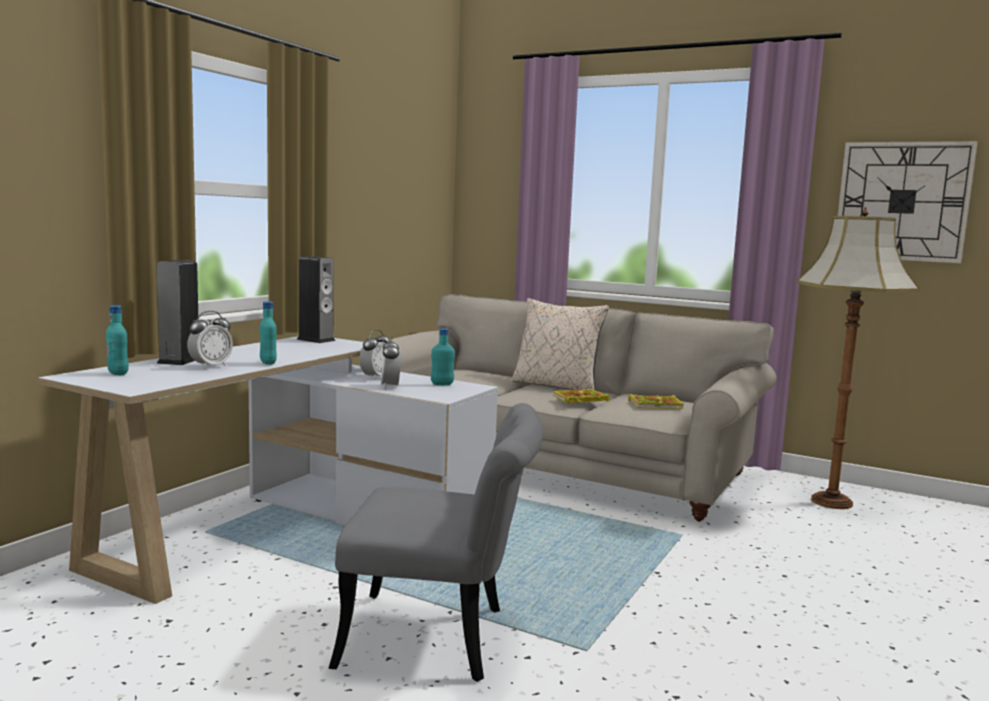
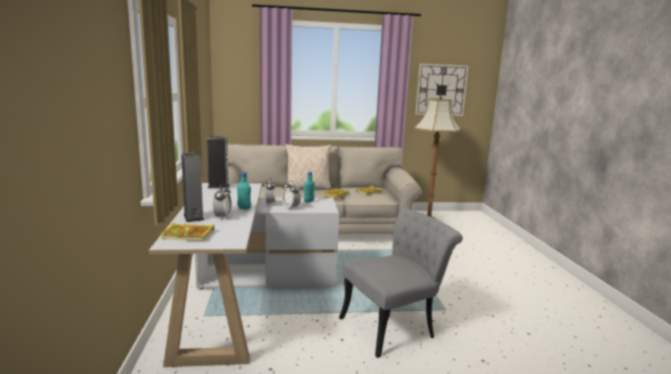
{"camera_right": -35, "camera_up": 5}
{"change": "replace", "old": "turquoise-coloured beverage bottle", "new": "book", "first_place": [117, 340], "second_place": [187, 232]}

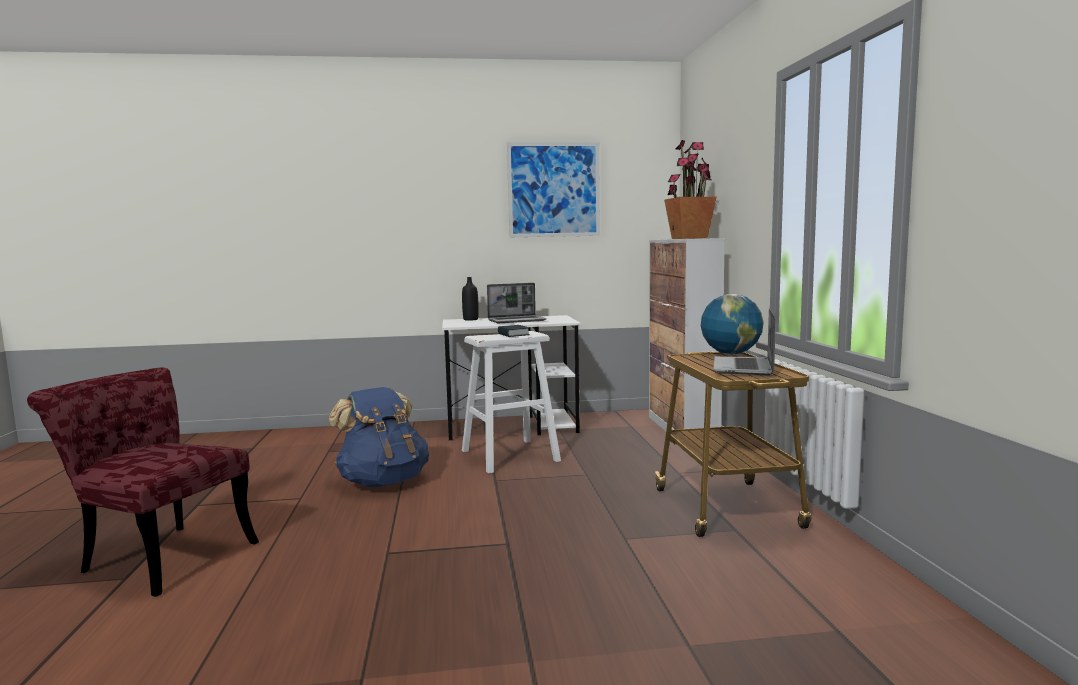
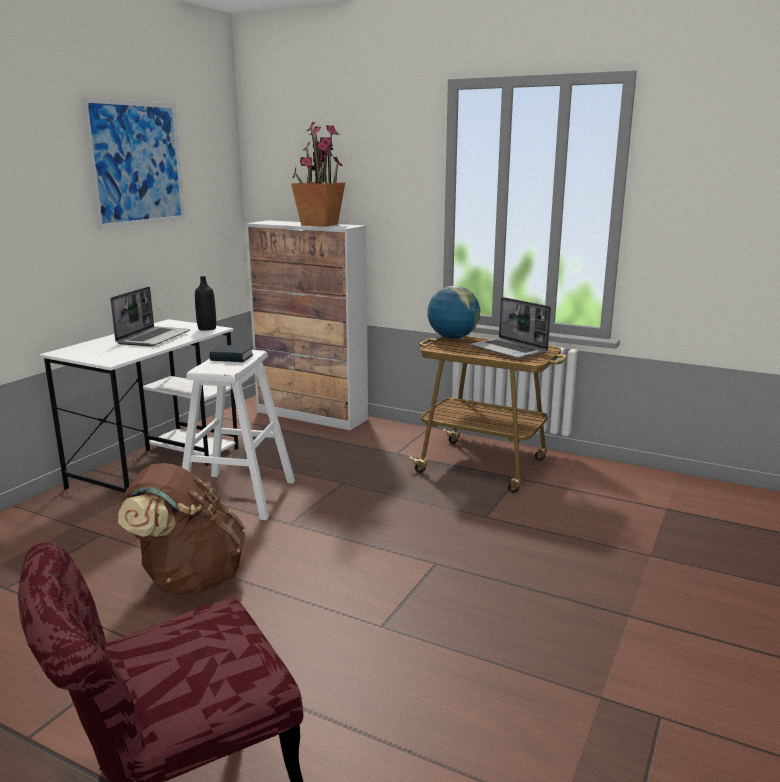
{"camera_right": -55, "camera_up": 10}
{"change": "move", "old": "blackish beverage bottle", "first_place": [470, 299], "second_place": [205, 303]}
{"change": "recolor", "old": "bluish knapsack", "new": "brown knapsack", "first_place": [378, 437], "second_place": [182, 529]}

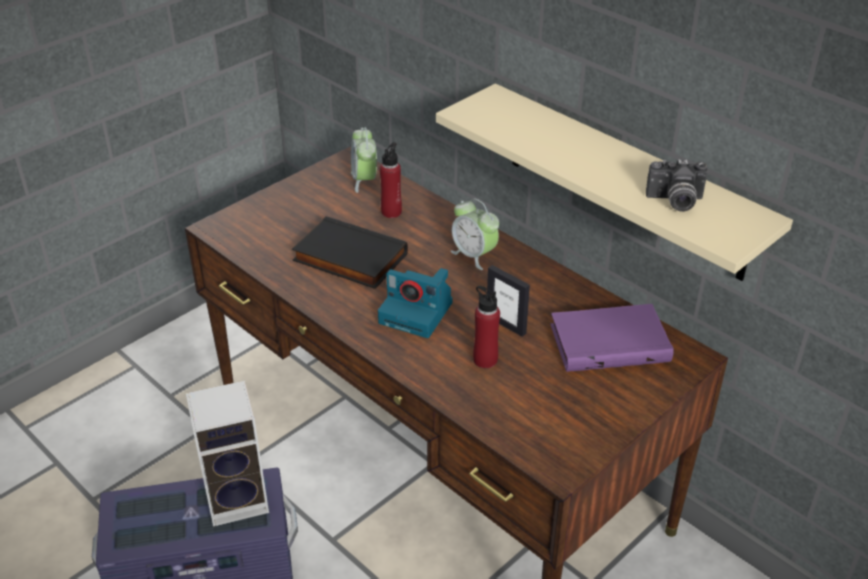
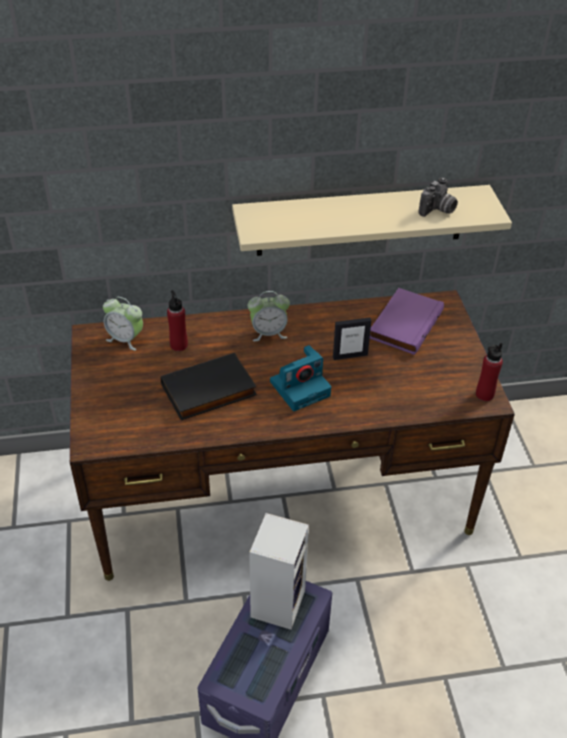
{"camera_right": -55, "camera_up": 5}
{"change": "move", "old": "red-coloured beverage bottle", "first_place": [486, 327], "second_place": [489, 372]}

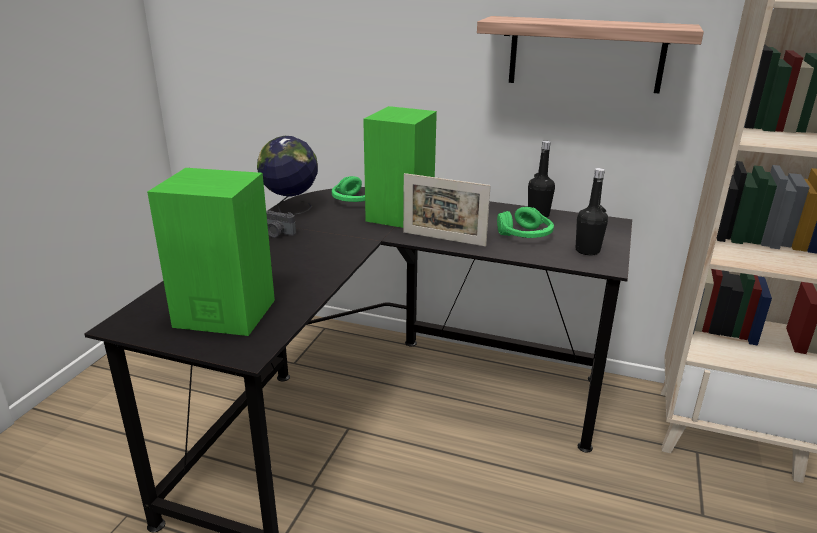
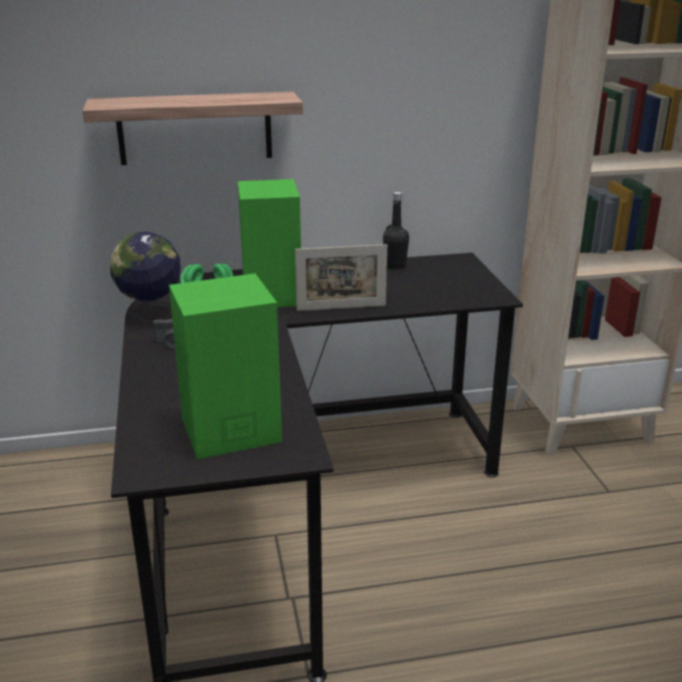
{"camera_right": -30, "camera_up": 0}
{"change": "delete", "old": "green-coloured headphones", "first_place": [525, 222]}
{"change": "delete", "old": "blackish beverage bottle", "first_place": [592, 211]}
{"change": "move", "old": "shelf", "first_place": [590, 54], "second_place": [193, 128]}

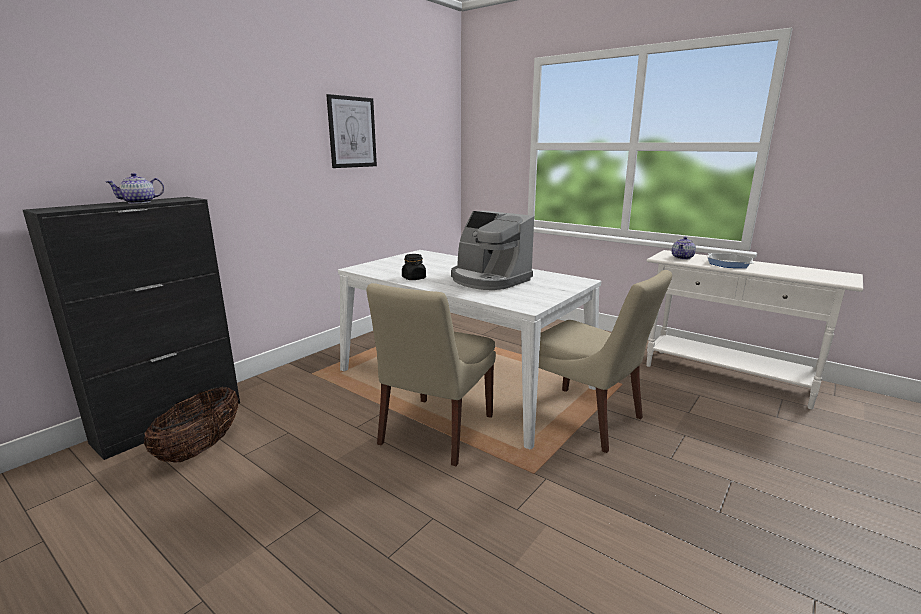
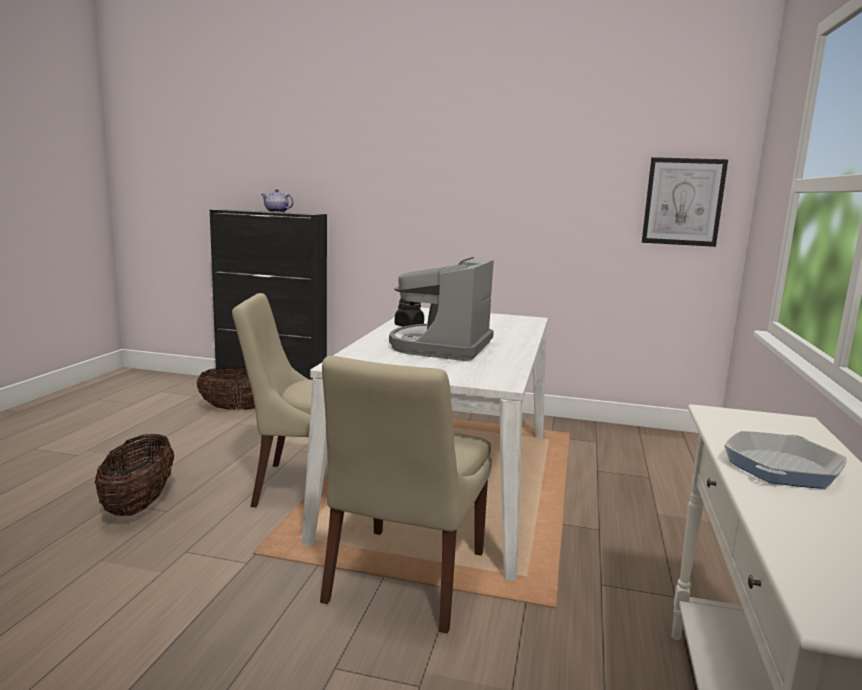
{"camera_right": 65, "camera_up": -5}
{"change": "delete", "old": "pot for tea", "first_place": [683, 248]}
{"change": "insert", "new": "storage basket", "second_place": [134, 475]}
{"change": "move", "old": "wall art", "first_place": [351, 131], "second_place": [685, 202]}

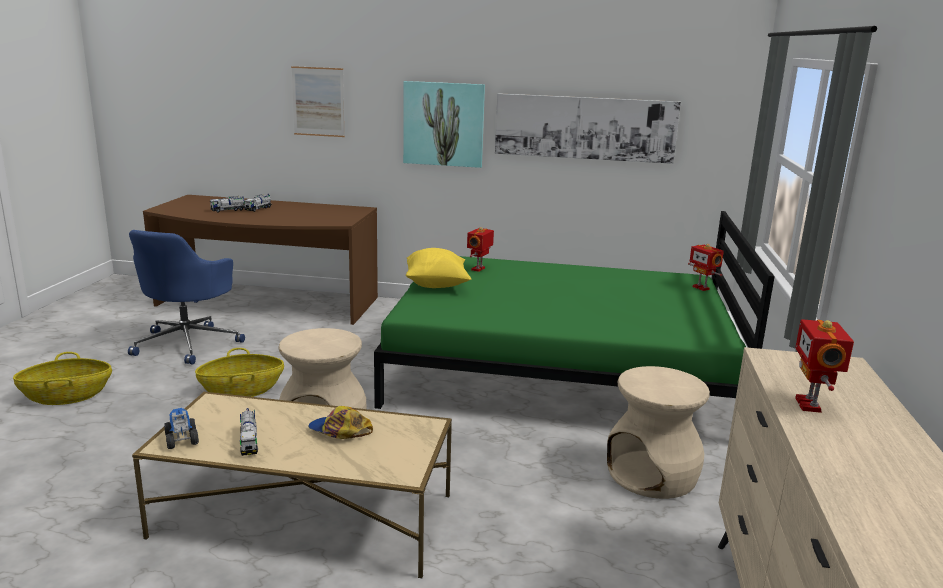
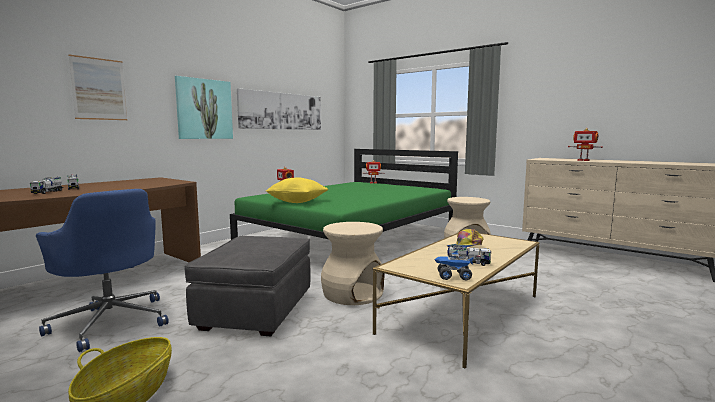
{"camera_right": -60, "camera_up": -10}
{"change": "replace", "old": "storage basket", "new": "greyish pouffe", "first_place": [239, 372], "second_place": [247, 286]}

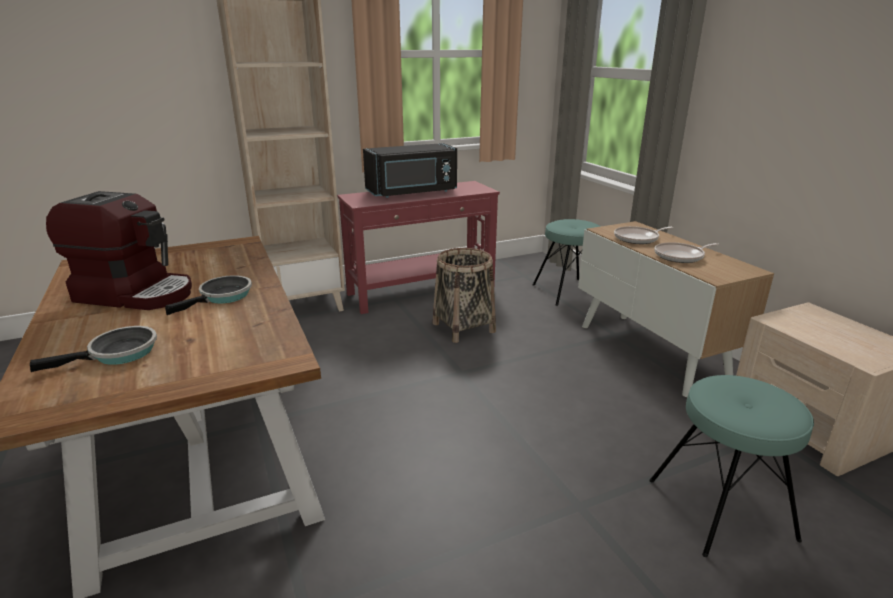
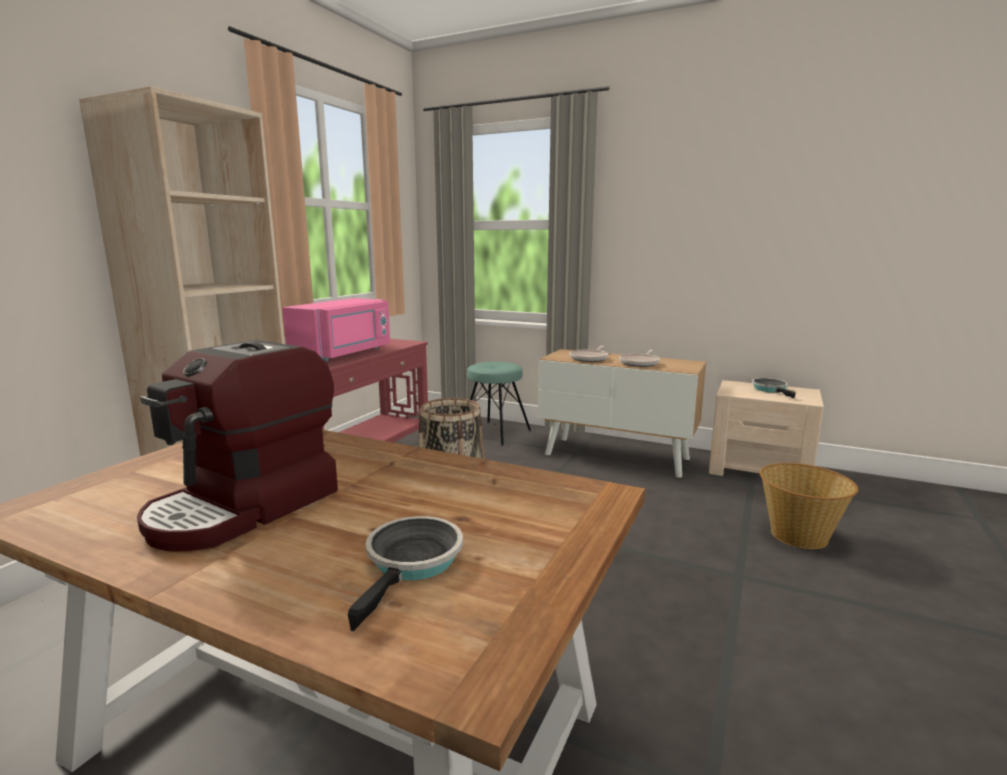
{"camera_right": -40, "camera_up": -10}
{"change": "move", "old": "skillet", "first_place": [208, 295], "second_place": [774, 388]}
{"change": "replace", "old": "turquoise-coloured stool", "new": "storage basket", "first_place": [731, 466], "second_place": [809, 506]}
{"change": "recolor", "old": "blackish microwave oven", "new": "pinkish microwave oven", "first_place": [410, 170], "second_place": [336, 329]}
{"change": "rotate", "old": "coffee machine", "first_place": [119, 250], "second_place": [237, 446], "degrees": 150}

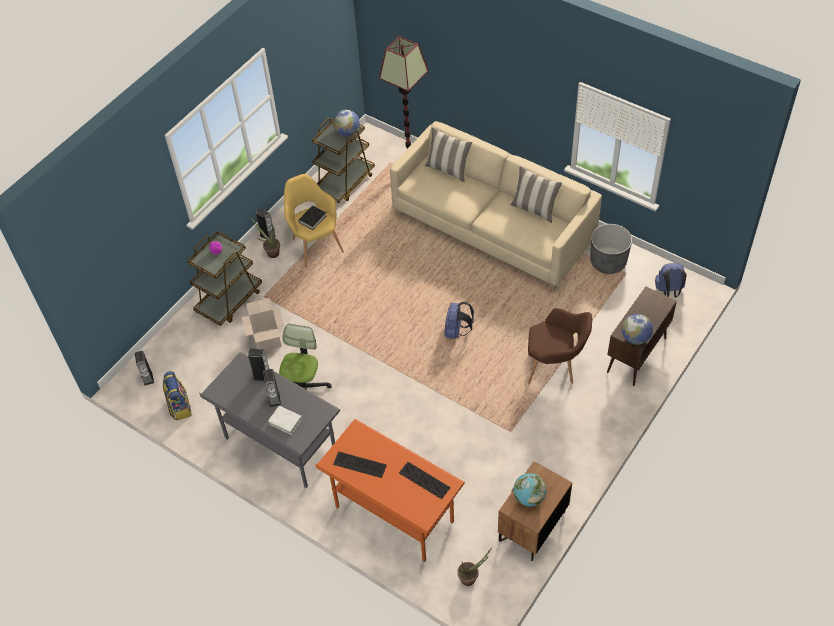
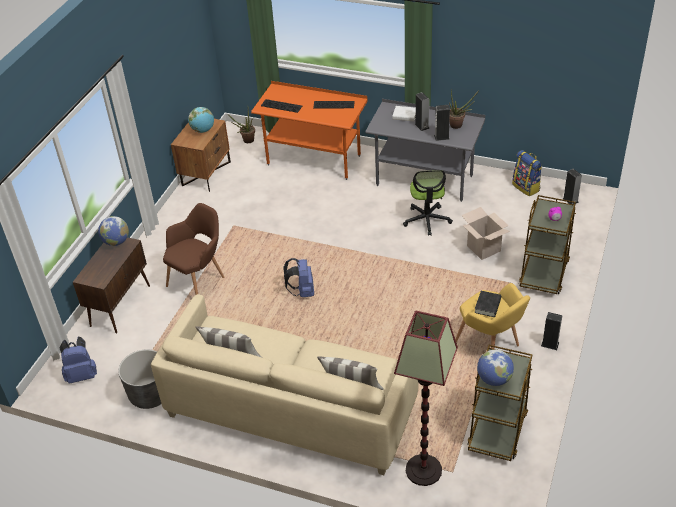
{"camera_right": 165, "camera_up": -10}
{"change": "move", "old": "plant in a pot", "first_place": [265, 237], "second_place": [464, 109]}
{"change": "rotate", "old": "brown armchair", "first_place": [560, 346], "second_place": [193, 249], "degrees": 135}

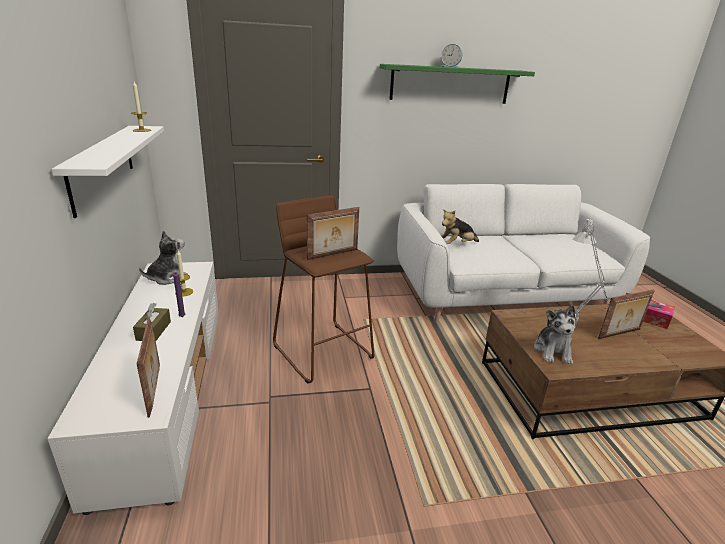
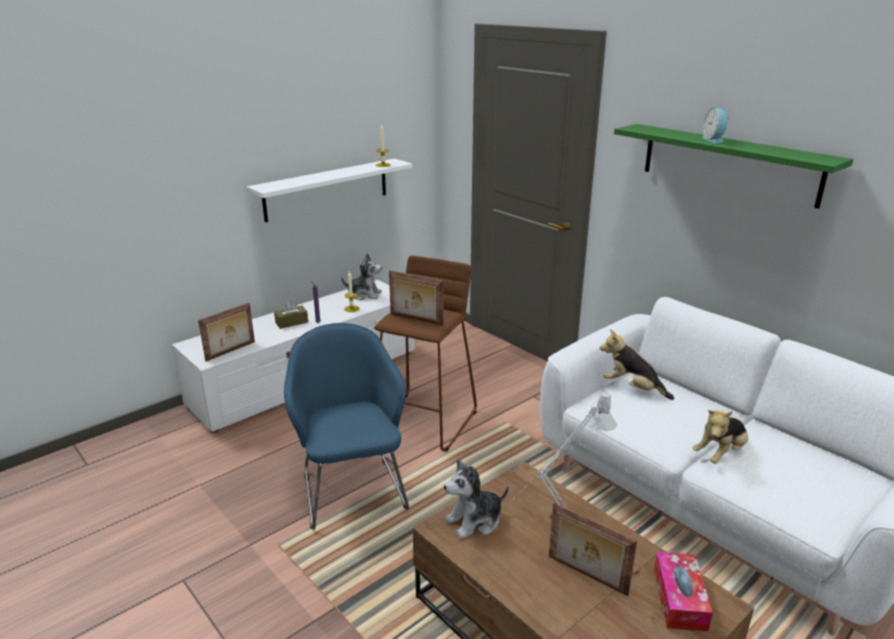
{"camera_right": 60, "camera_up": 0}
{"change": "insert", "new": "bluish armchair", "second_place": [346, 426]}
{"change": "insert", "new": "soft toy", "second_place": [720, 437]}

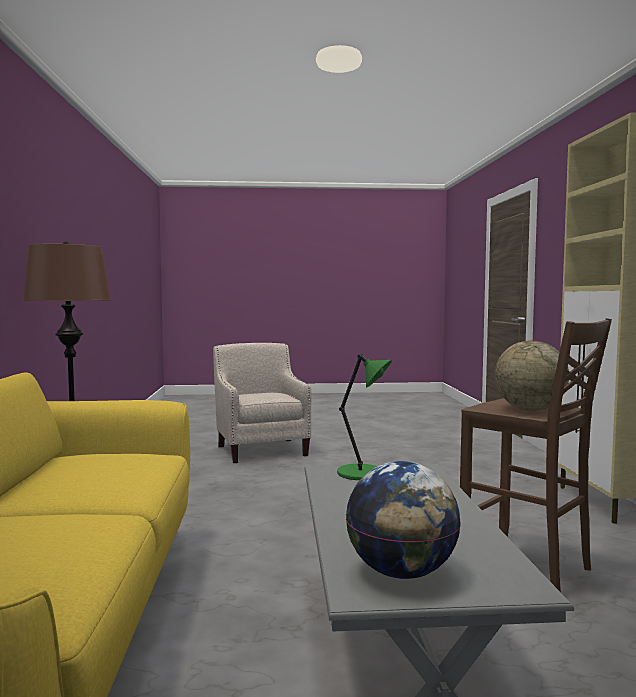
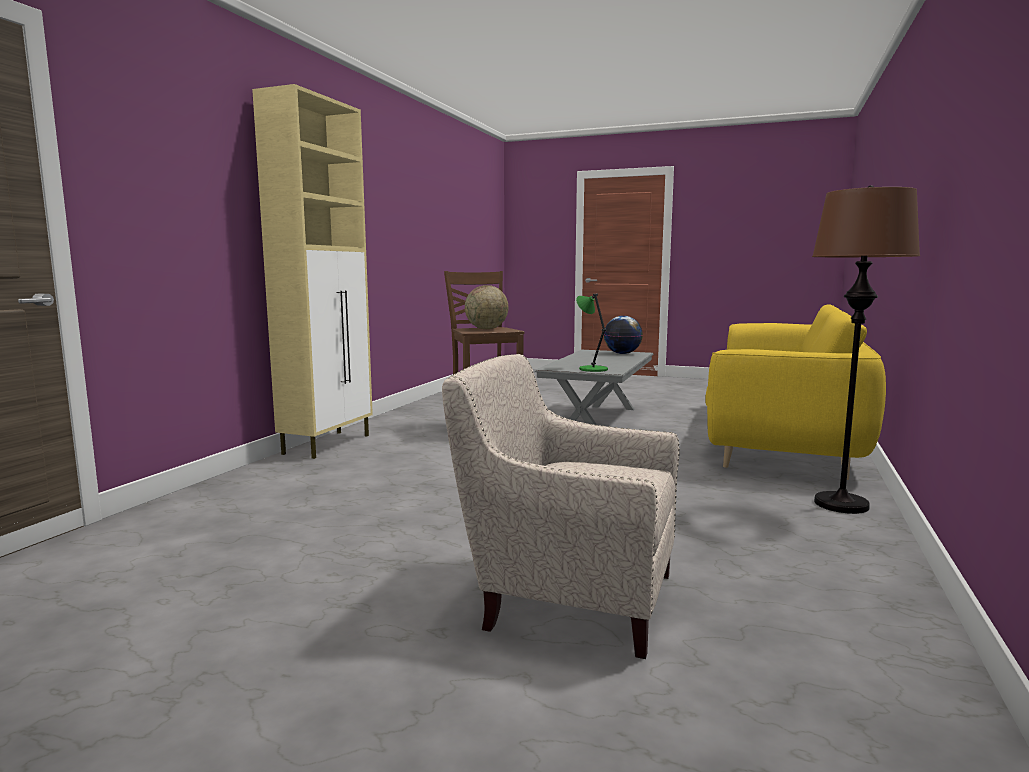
{"camera_right": -155, "camera_up": 5}
{"change": "rotate", "old": "beige armchair", "first_place": [262, 403], "second_place": [561, 506], "degrees": 105}

